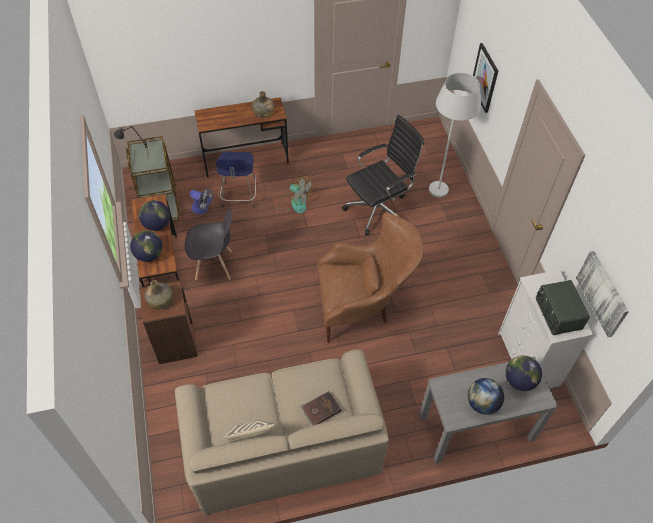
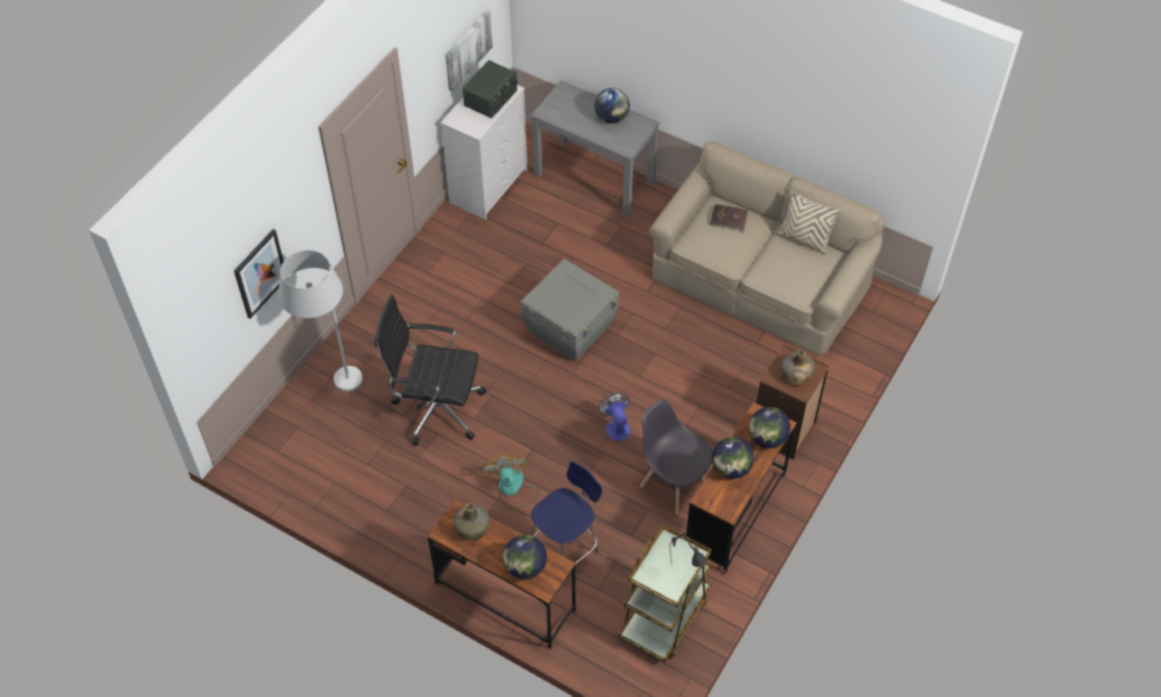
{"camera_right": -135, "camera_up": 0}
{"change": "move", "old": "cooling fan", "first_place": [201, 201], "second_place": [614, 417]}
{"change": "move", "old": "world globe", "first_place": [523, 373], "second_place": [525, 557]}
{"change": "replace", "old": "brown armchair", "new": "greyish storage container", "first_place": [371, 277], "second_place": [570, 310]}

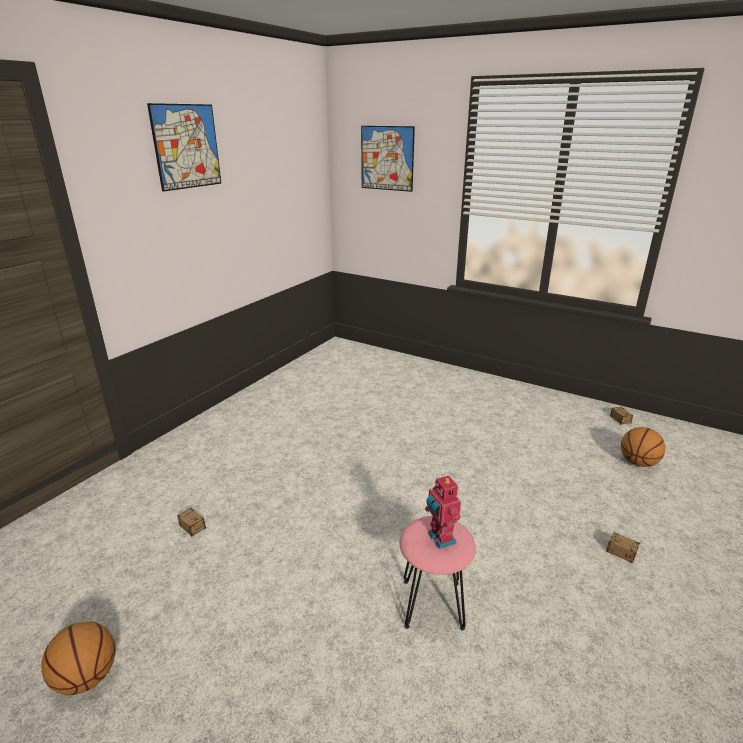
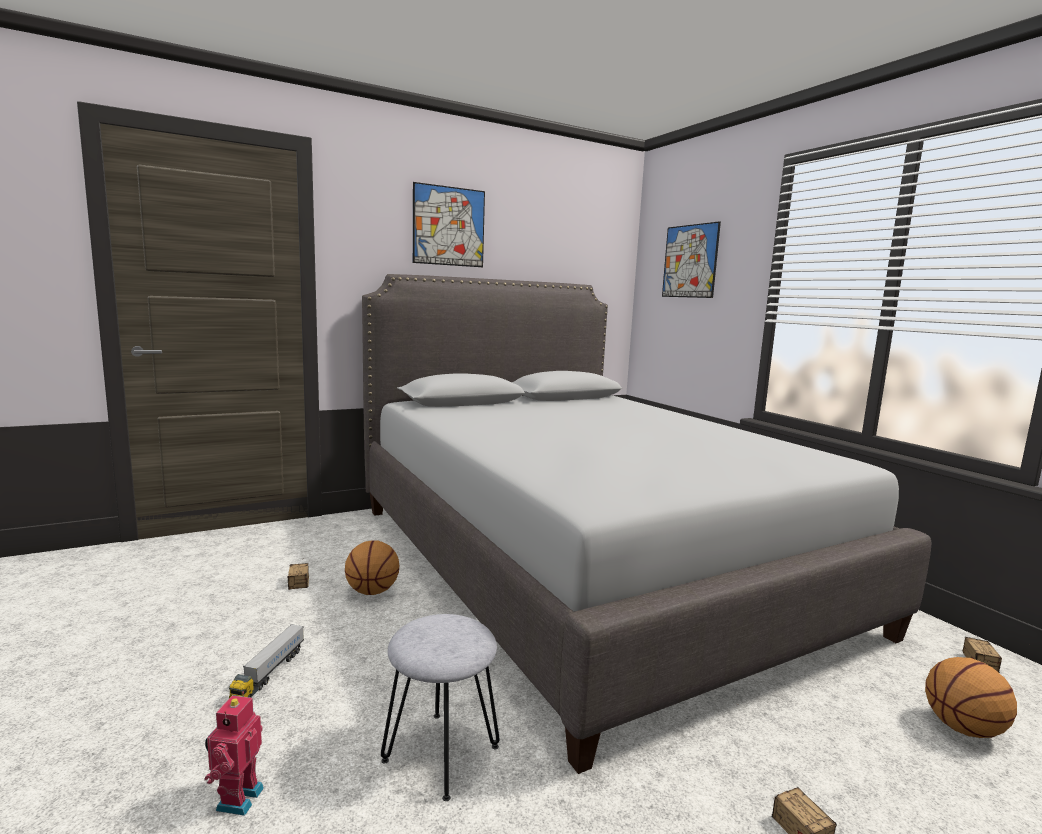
{"camera_right": 30, "camera_up": -15}
{"change": "insert", "new": "model truck", "second_place": [266, 661]}
{"change": "insert", "new": "greyish bedroom bed", "second_place": [646, 524]}
{"change": "move", "old": "basketball", "first_place": [78, 658], "second_place": [372, 567]}
{"change": "move", "old": "robot figure", "first_place": [443, 511], "second_place": [234, 753]}
{"change": "recolor", "old": "pinkish stool", "new": "greyish stool", "first_place": [437, 573], "second_place": [440, 707]}

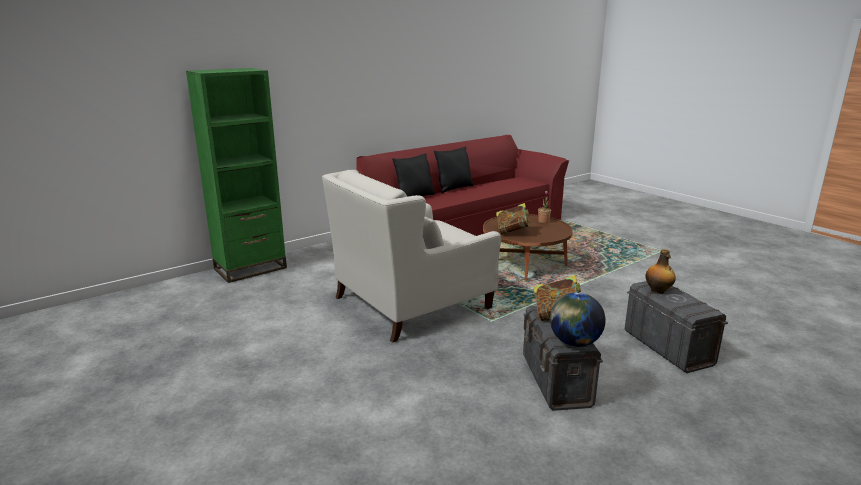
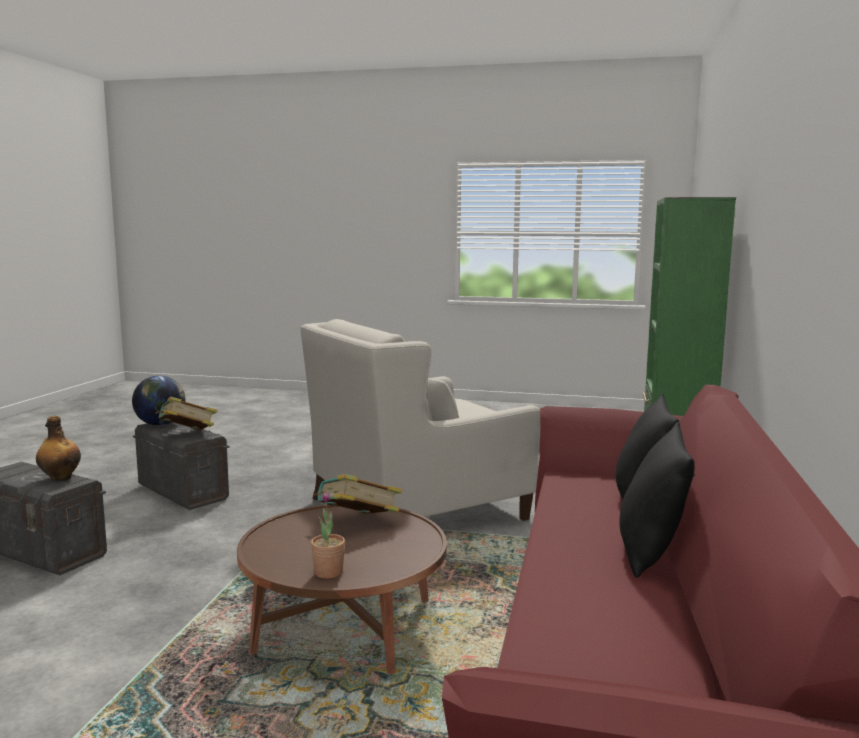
{"camera_right": 140, "camera_up": -10}
{"change": "rotate", "old": "whitish armchair", "first_place": [411, 256], "second_place": [420, 420], "degrees": -135}

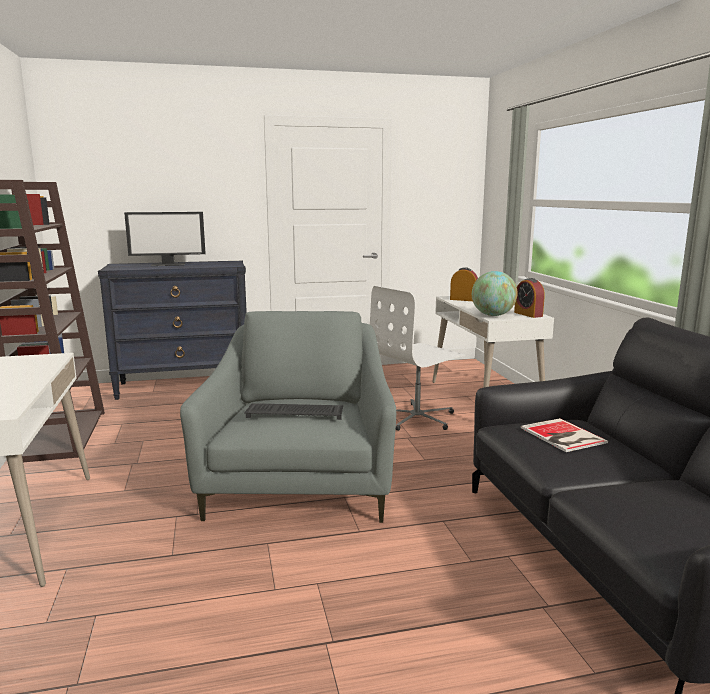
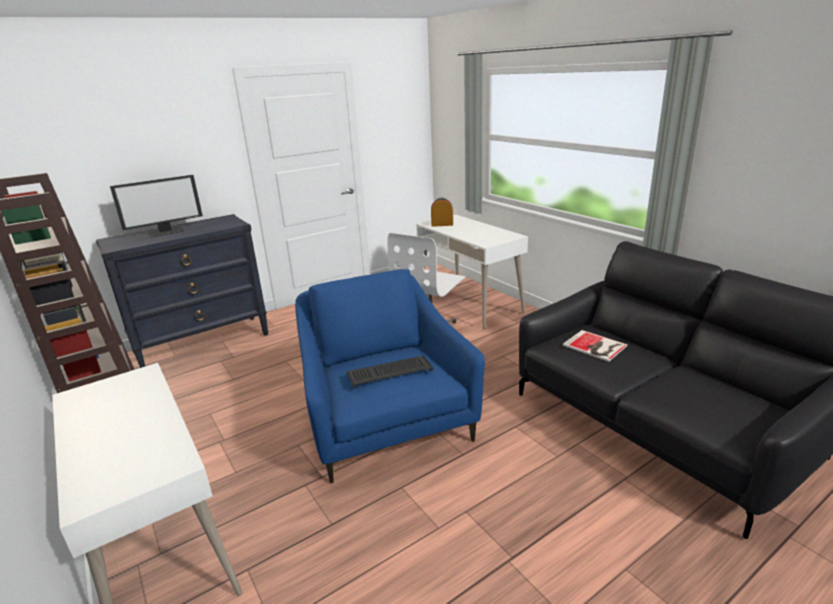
{"camera_right": -20, "camera_up": 10}
{"change": "delete", "old": "world globe", "first_place": [495, 293]}
{"change": "delete", "old": "table clock", "first_place": [529, 298]}
{"change": "recolor", "old": "greyish armchair", "new": "bluish armchair", "first_place": [288, 417], "second_place": [390, 376]}

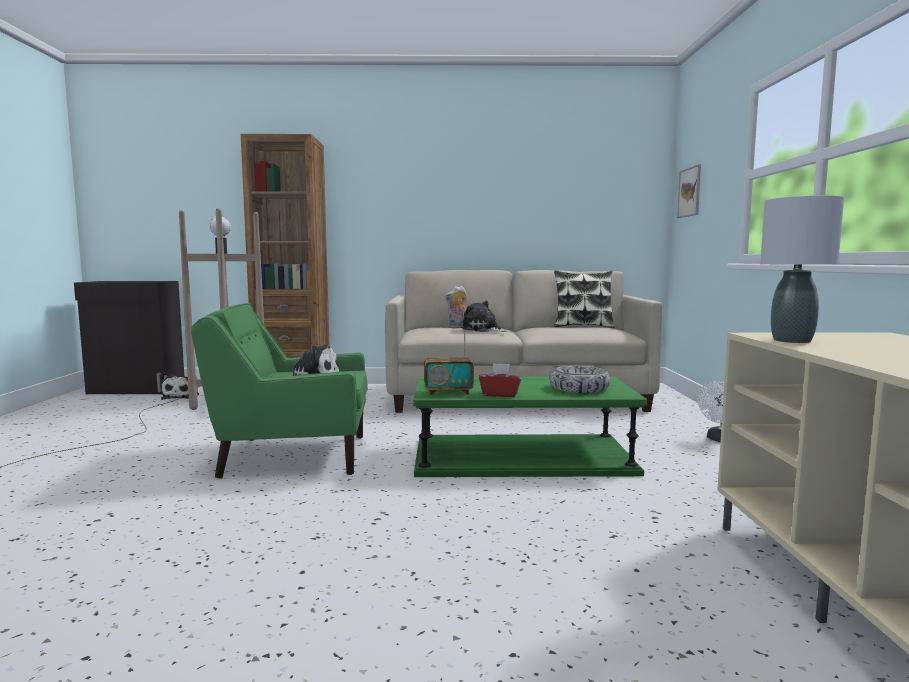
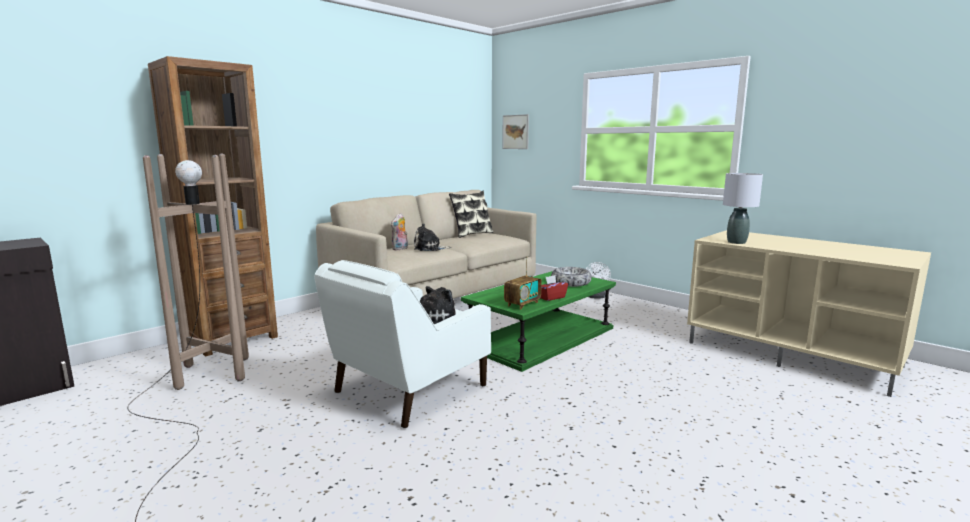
{"camera_right": -45, "camera_up": 5}
{"change": "delete", "old": "soft toy", "first_place": [180, 386]}
{"change": "recolor", "old": "green-coloured armchair", "new": "whitish armchair", "first_place": [279, 391], "second_place": [402, 344]}

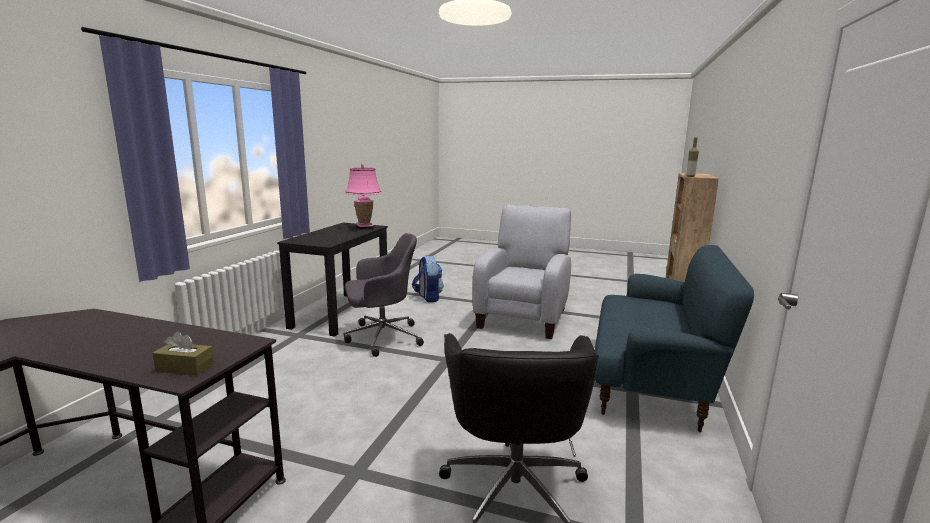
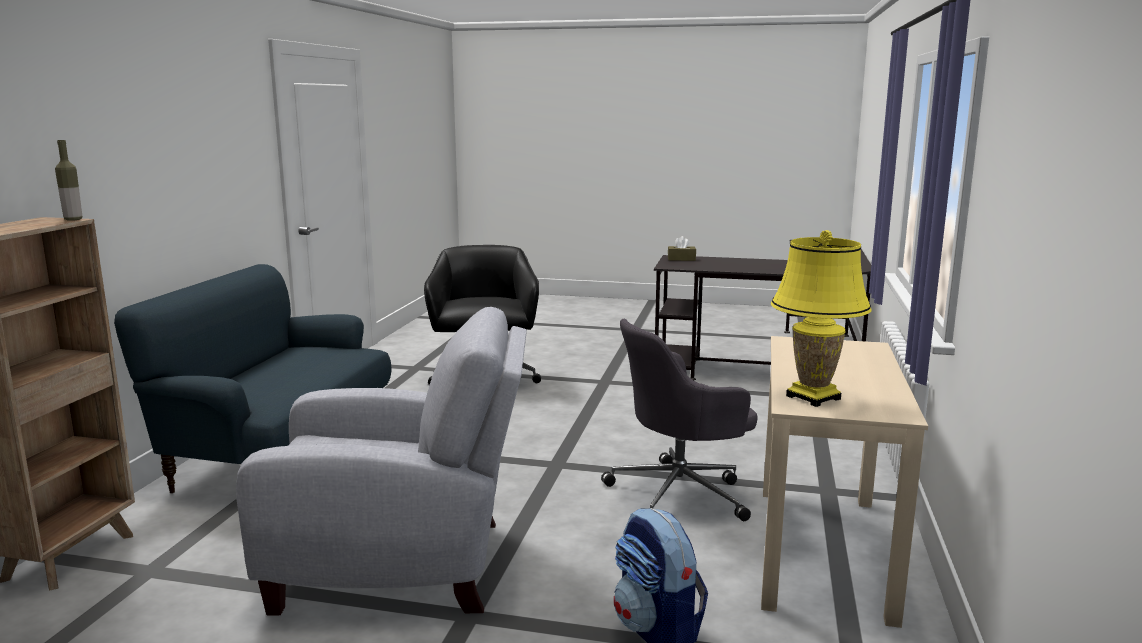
{"camera_right": 175, "camera_up": 0}
{"change": "recolor", "old": "blackish desk table", "new": "beige desk table", "first_place": [332, 280], "second_place": [844, 482]}
{"change": "recolor", "old": "pinkish lamp for a table", "new": "yellow-coloured lamp for a table", "first_place": [363, 197], "second_place": [821, 318]}
{"change": "rotate", "old": "greyish armchair", "first_place": [522, 272], "second_place": [381, 461], "degrees": -105}

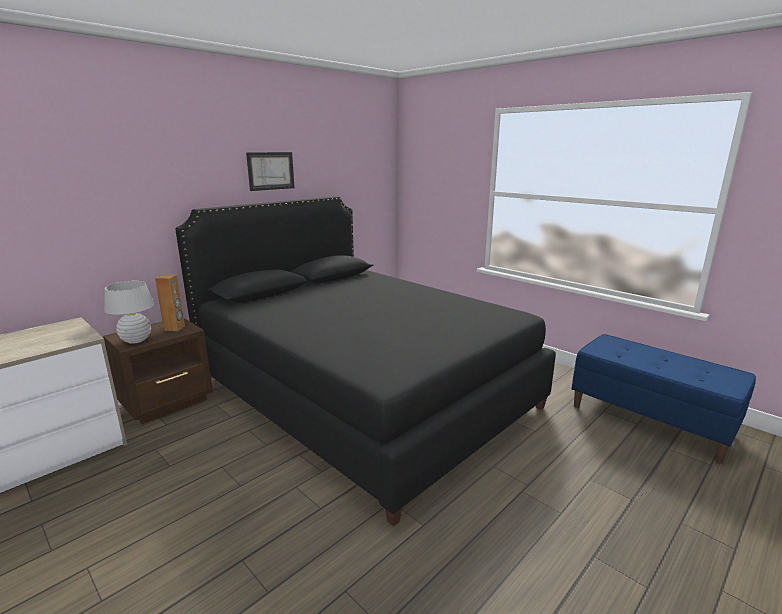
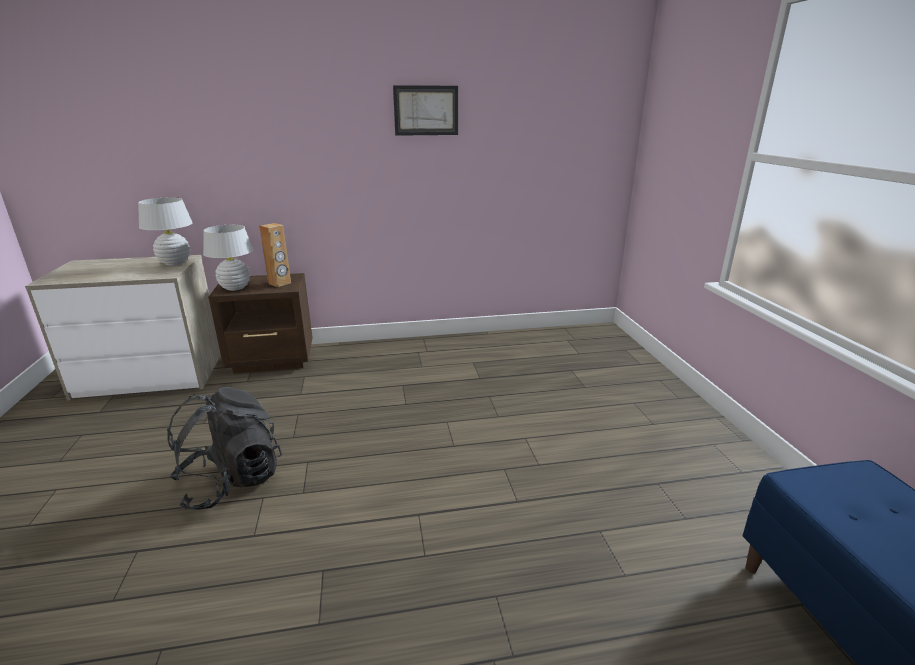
{"camera_right": 35, "camera_up": 5}
{"change": "delete", "old": "blackish bedroom bed", "first_place": [365, 361]}
{"change": "insert", "new": "whitish lamp for a table", "second_place": [165, 231]}
{"change": "insert", "new": "blackish knapsack", "second_place": [224, 448]}

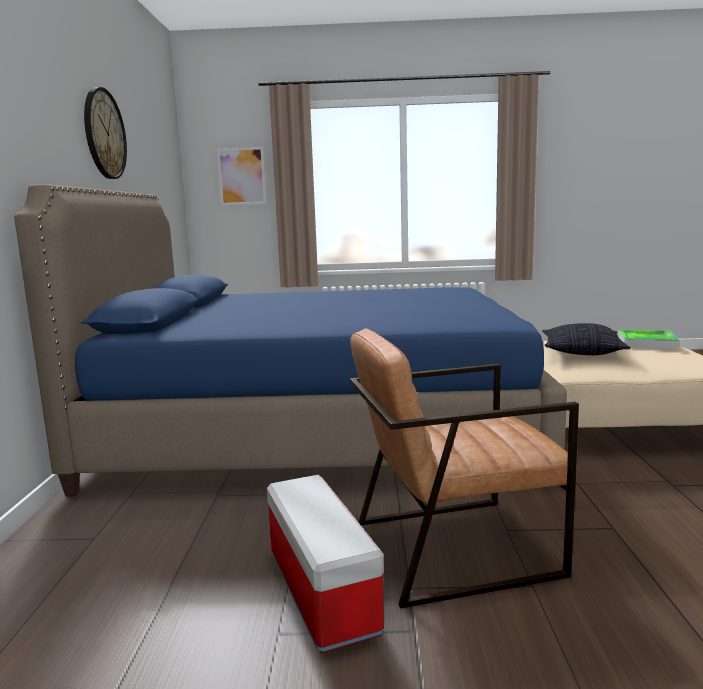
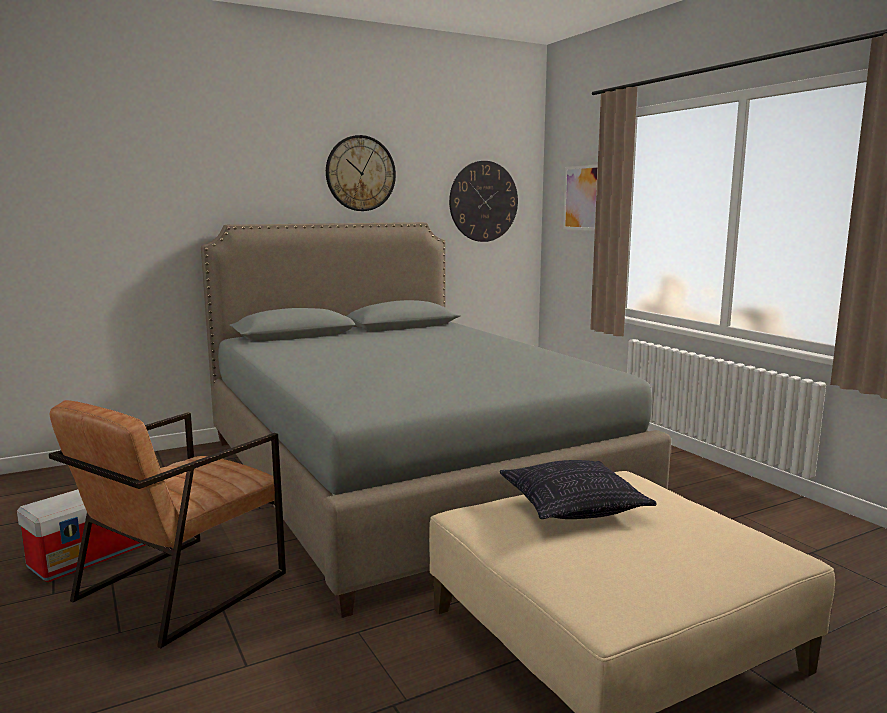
{"camera_right": 60, "camera_up": 0}
{"change": "delete", "old": "carrying tray", "first_place": [648, 339]}
{"change": "insert", "new": "clock on the wall", "second_place": [483, 201]}
{"change": "recolor", "old": "bluish bedroom bed", "new": "greyish bedroom bed", "first_place": [290, 340], "second_place": [436, 420]}
{"change": "rotate", "old": "brown armchair", "first_place": [464, 468], "second_place": [167, 524], "degrees": -105}

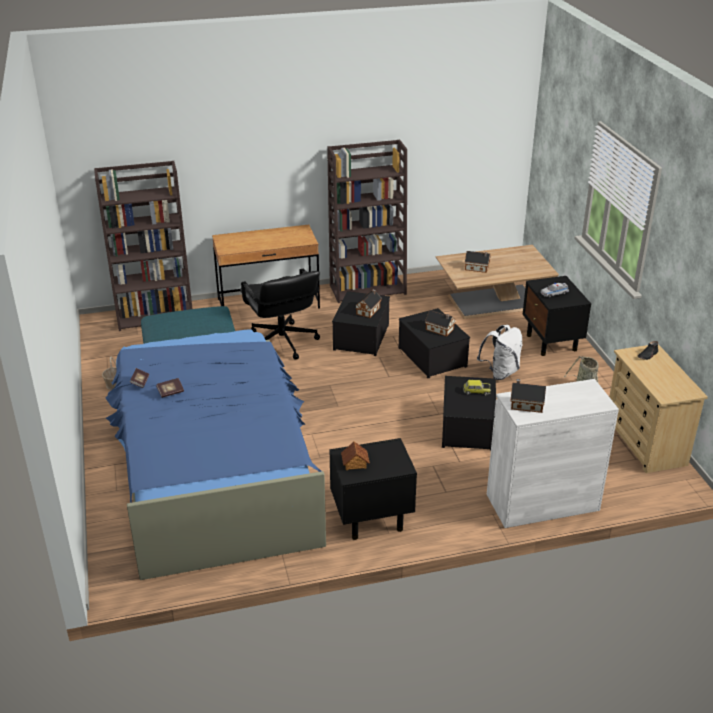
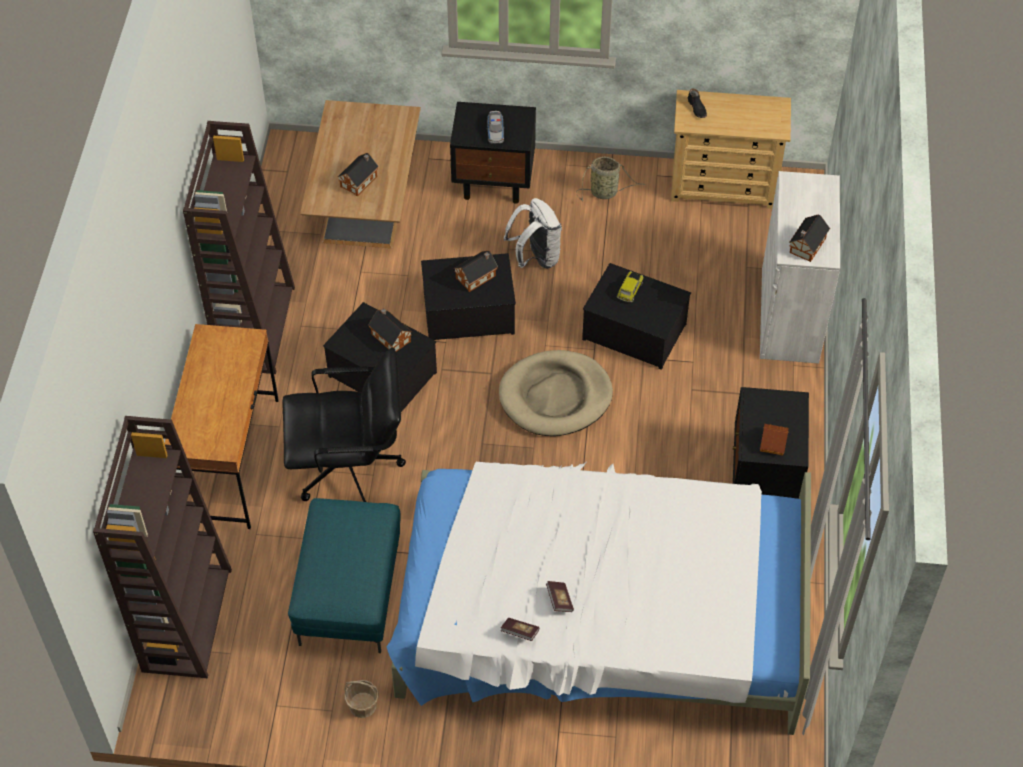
{"camera_right": -70, "camera_up": 20}
{"change": "insert", "new": "beige pet bed", "second_place": [556, 393]}
{"change": "recolor", "old": "bluish bedroom bed", "new": "whitish bedroom bed", "first_place": [215, 454], "second_place": [598, 598]}

